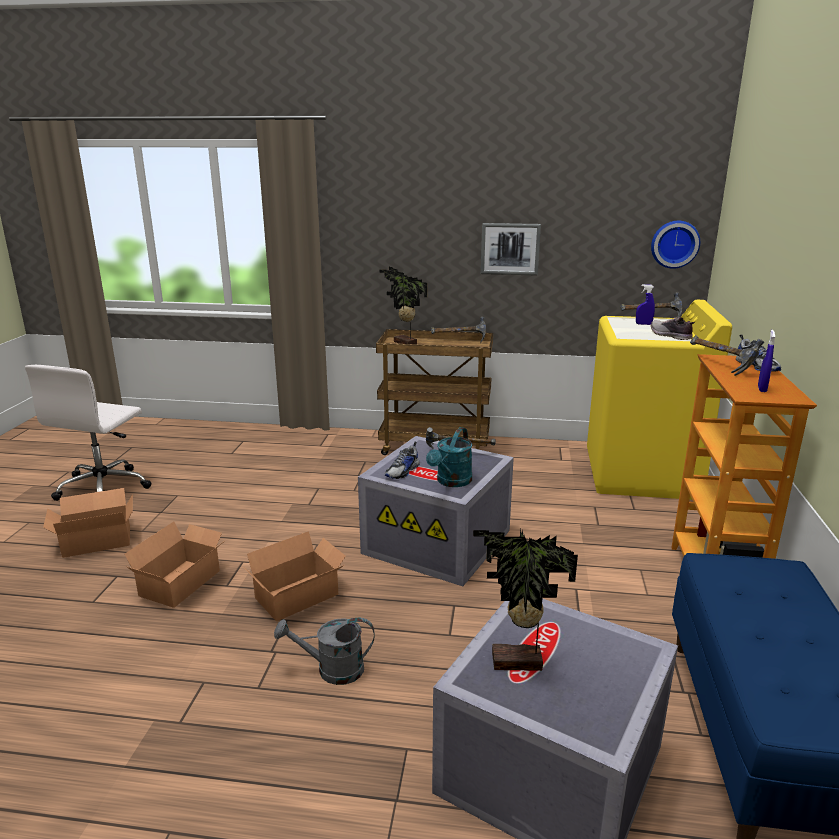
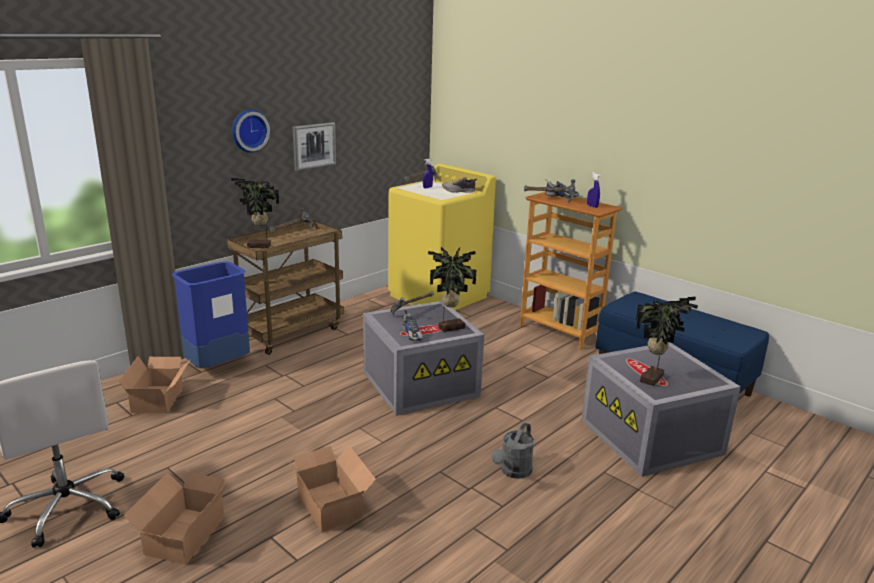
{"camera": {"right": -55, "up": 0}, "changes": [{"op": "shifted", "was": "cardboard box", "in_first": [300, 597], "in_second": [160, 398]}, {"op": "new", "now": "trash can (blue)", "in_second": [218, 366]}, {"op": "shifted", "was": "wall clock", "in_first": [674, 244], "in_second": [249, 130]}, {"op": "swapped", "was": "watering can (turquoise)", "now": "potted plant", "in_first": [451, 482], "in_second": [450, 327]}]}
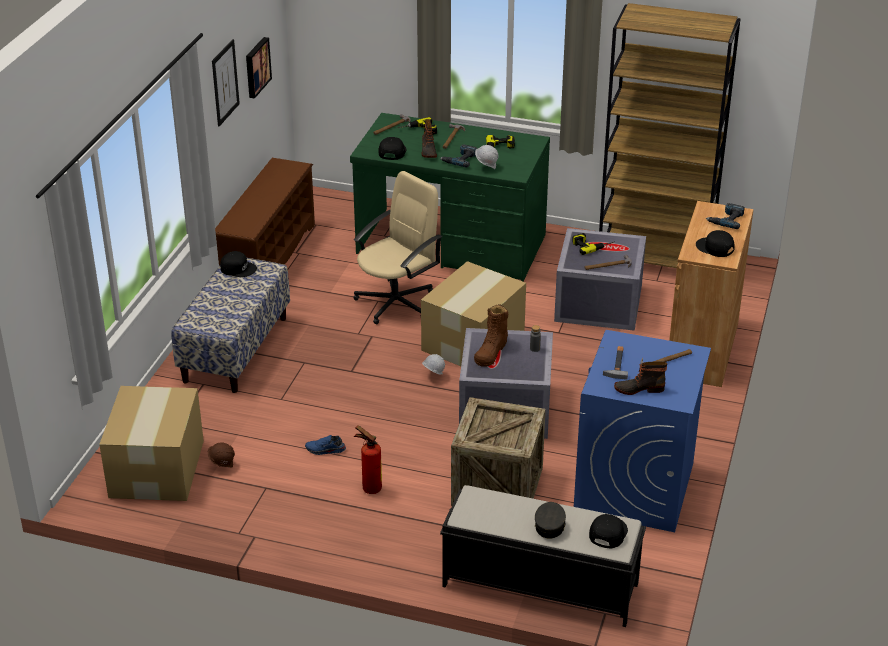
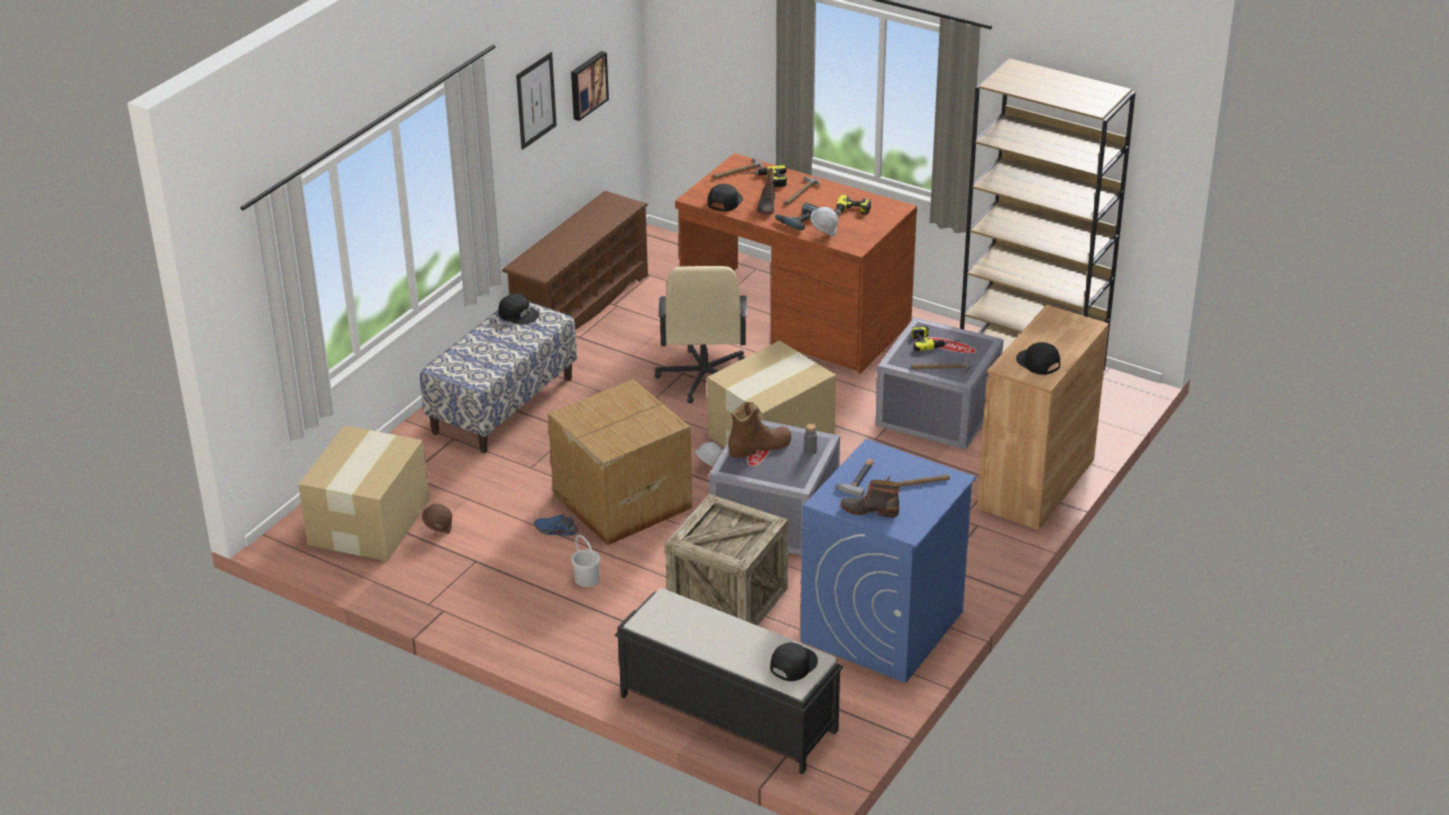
{"camera": {"right": 15, "up": 0}, "changes": [{"op": "new", "now": "cardboard box", "in_second": [620, 501]}, {"op": "swapped", "was": "fire extinguisher", "now": "bucket (white)", "in_first": [369, 488], "in_second": [586, 579]}, {"op": "rotated", "was": "office chair (beige)", "in_first": [396, 302], "in_second": [703, 378], "clockwise": 120}, {"op": "repainted", "was": "desk (green)", "now": "desk (brown)", "in_first": [451, 245], "in_second": [795, 319]}, {"op": "rotated", "was": "boot (brown)", "in_first": [491, 351], "in_second": [759, 447], "clockwise": -150}, {"op": "gone", "was": "cap (grey)", "in_first": [550, 525]}, {"op": "gone", "was": "power drill", "in_first": [726, 219]}]}
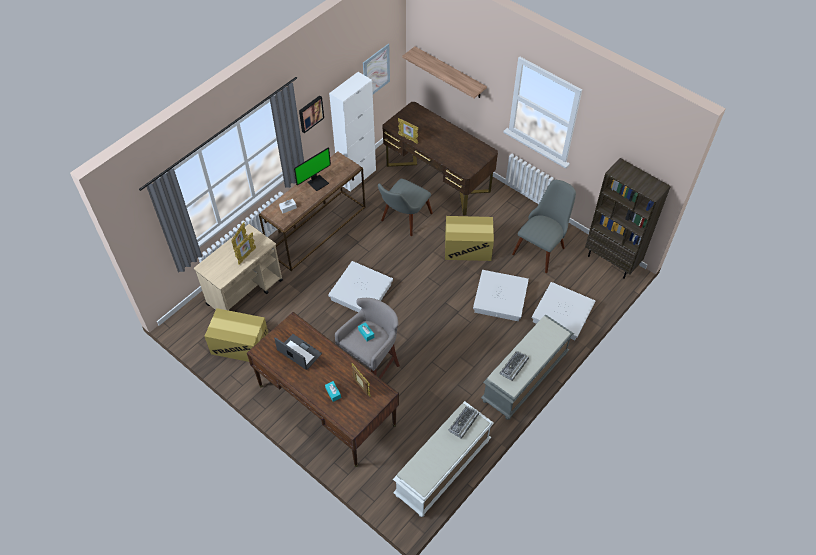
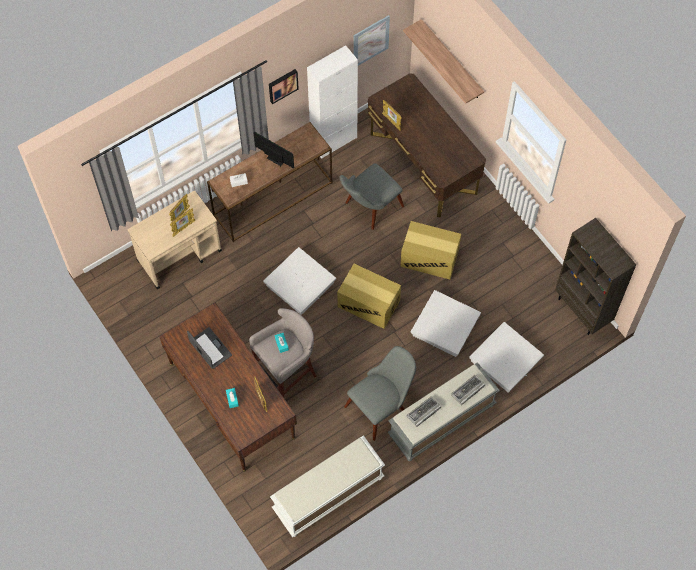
{"camera": {"right": 15, "up": 10}, "changes": [{"op": "rotated", "was": "monitor", "in_first": [317, 182], "in_second": [277, 157], "clockwise": -120}, {"op": "shifted", "was": "cardboard box", "in_first": [240, 344], "in_second": [368, 303]}, {"op": "shifted", "was": "chair (grey)", "in_first": [542, 247], "in_second": [382, 405]}, {"op": "shifted", "was": "keyboard", "in_first": [463, 423], "in_second": [467, 391]}]}
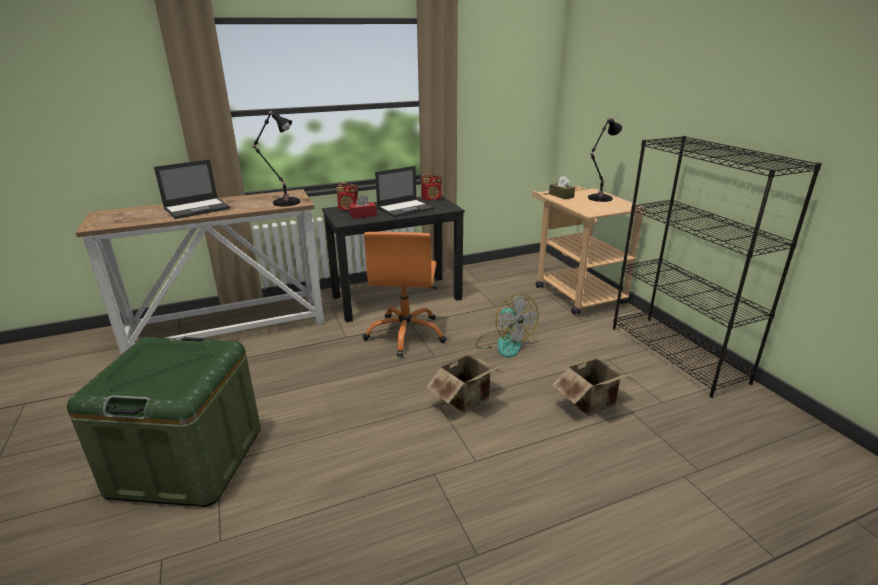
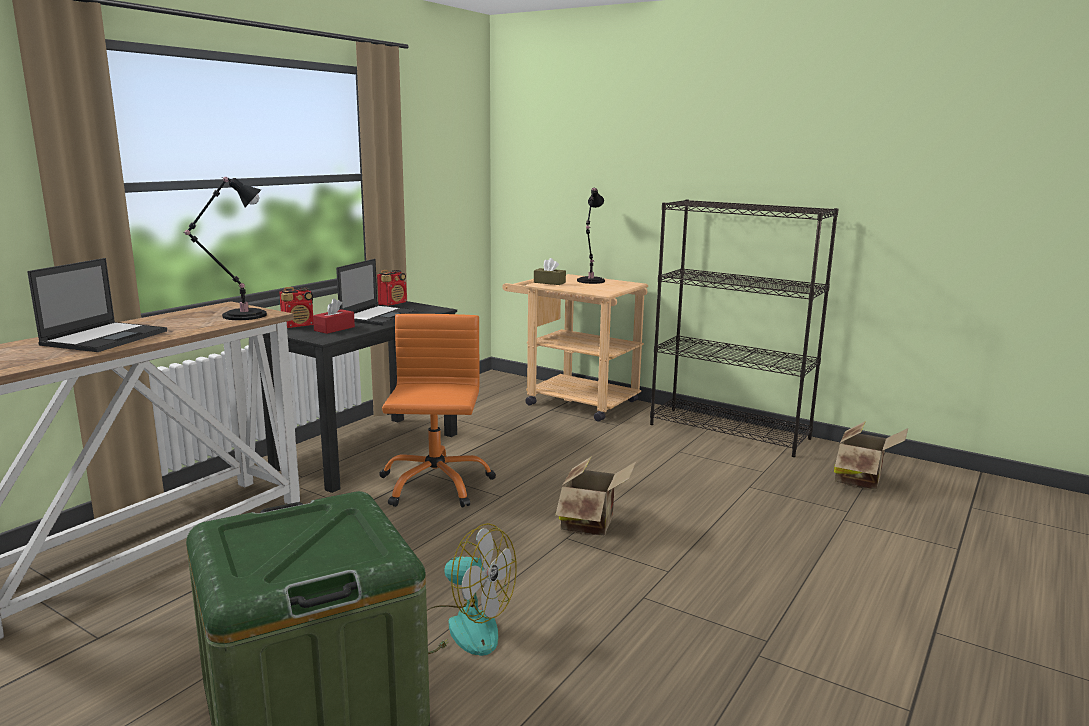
{"camera": {"right": -35, "up": -10}, "changes": [{"op": "rotated", "was": "office chair (orange)", "in_first": [406, 334], "in_second": [435, 484], "clockwise": -150}, {"op": "shifted", "was": "fan", "in_first": [504, 343], "in_second": [460, 628]}, {"op": "shifted", "was": "cardboard box", "in_first": [593, 404], "in_second": [862, 480]}]}
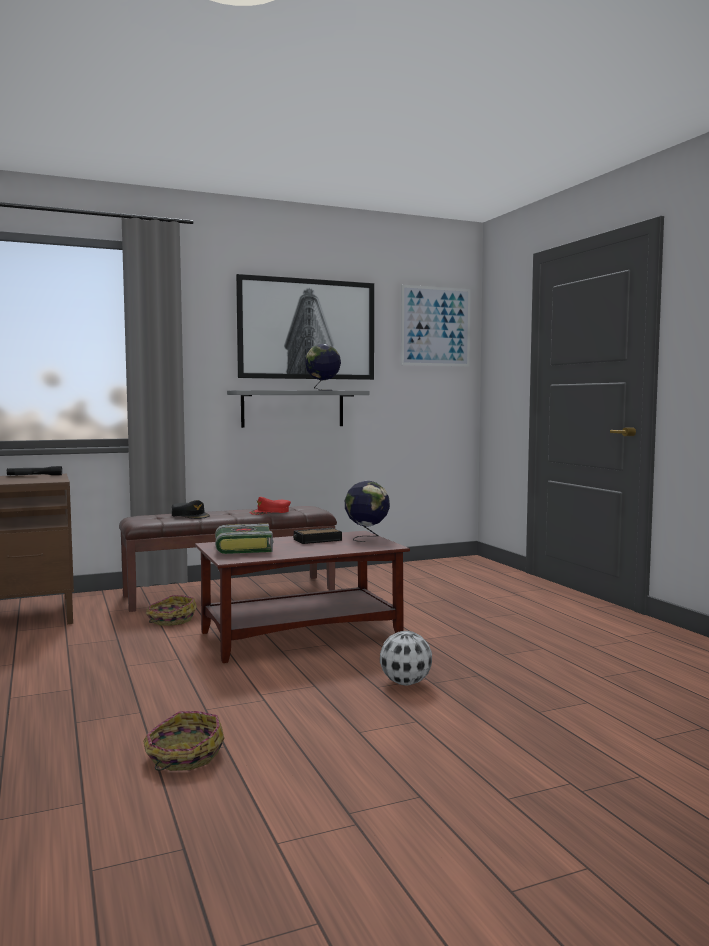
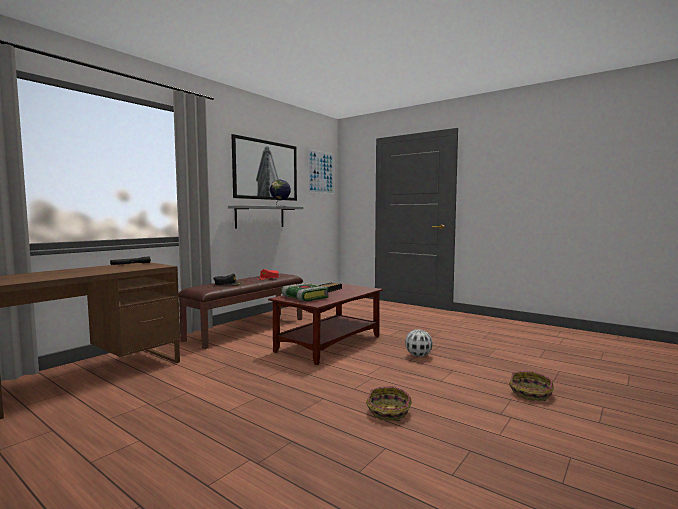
{"camera": {"right": -30, "up": 0}, "changes": [{"op": "shifted", "was": "basket", "in_first": [170, 620], "in_second": [530, 394]}, {"op": "gone", "was": "globe", "in_first": [367, 538]}]}
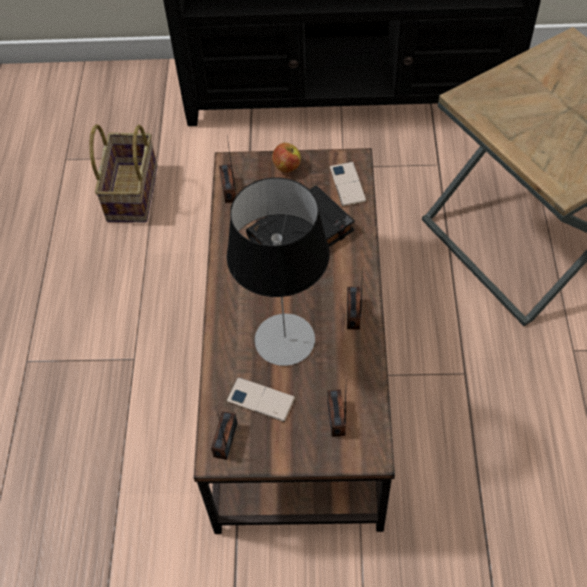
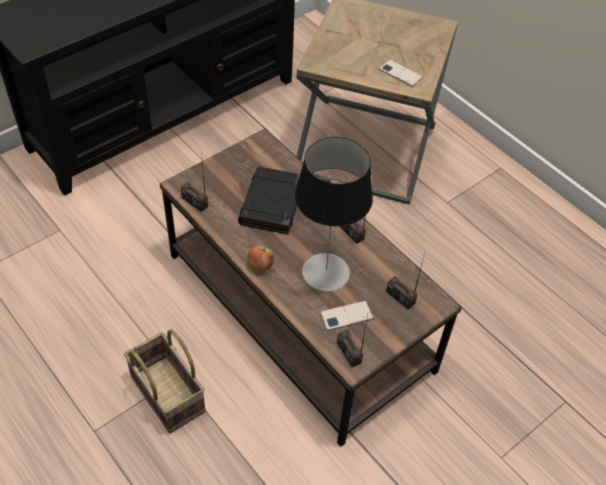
{"camera": {"right": -45, "up": -5}, "changes": [{"op": "shifted", "was": "basket", "in_first": [131, 191], "in_second": [165, 394]}, {"op": "shifted", "was": "apple", "in_first": [287, 167], "in_second": [260, 265]}, {"op": "shifted", "was": "phone", "in_first": [347, 184], "in_second": [400, 73]}]}
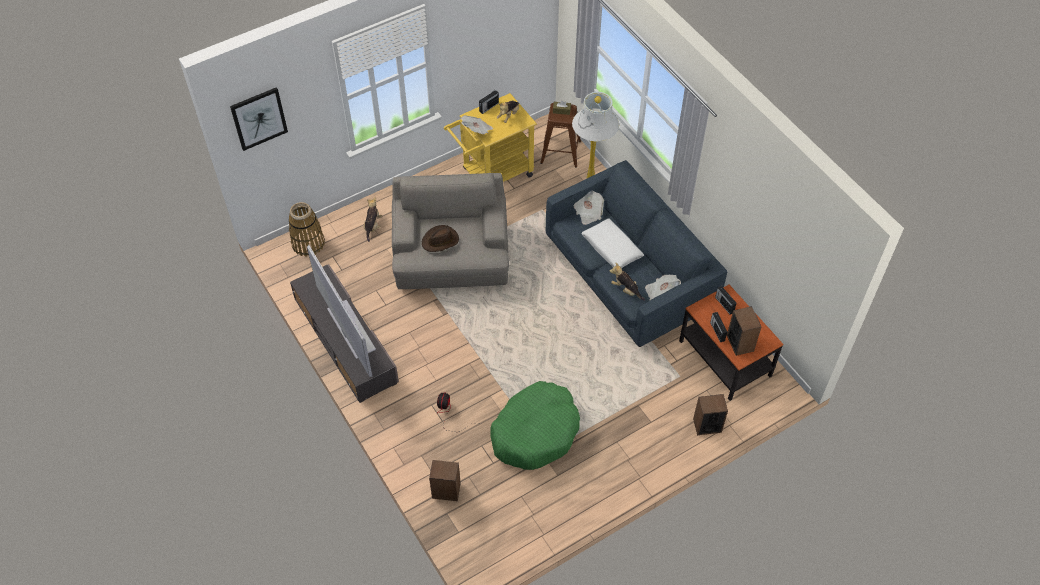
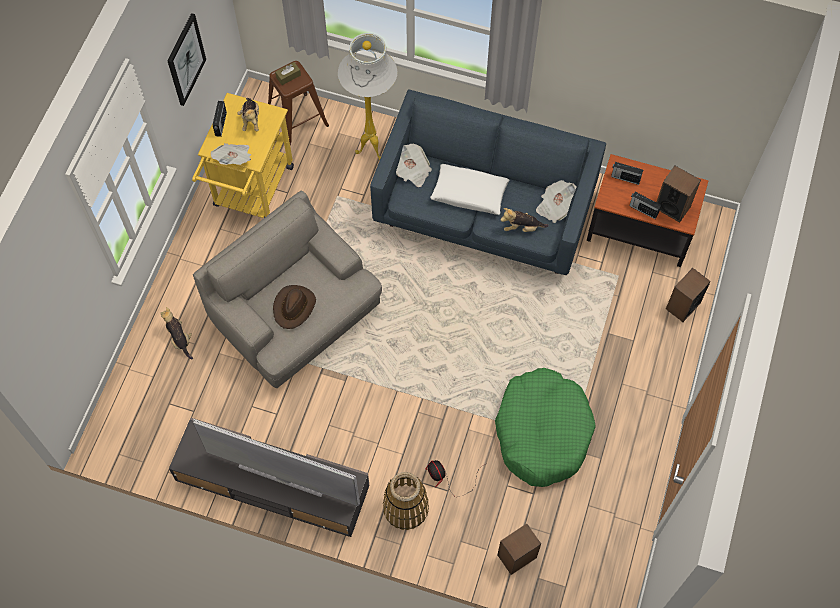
{"camera": {"right": -40, "up": 10}, "changes": [{"op": "shifted", "was": "picture", "in_first": [259, 118], "in_second": [185, 59]}, {"op": "shifted", "was": "basket", "in_first": [308, 243], "in_second": [405, 507]}]}
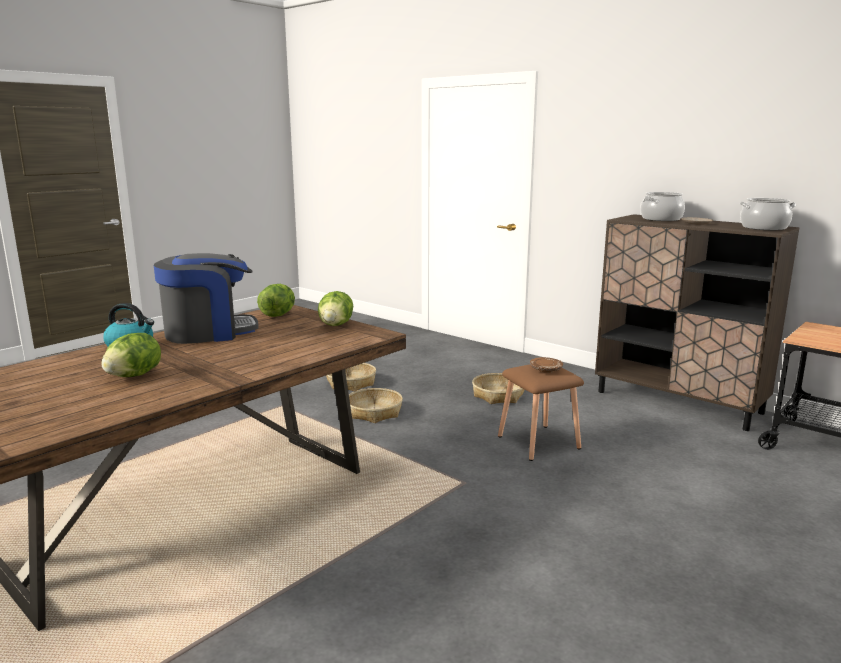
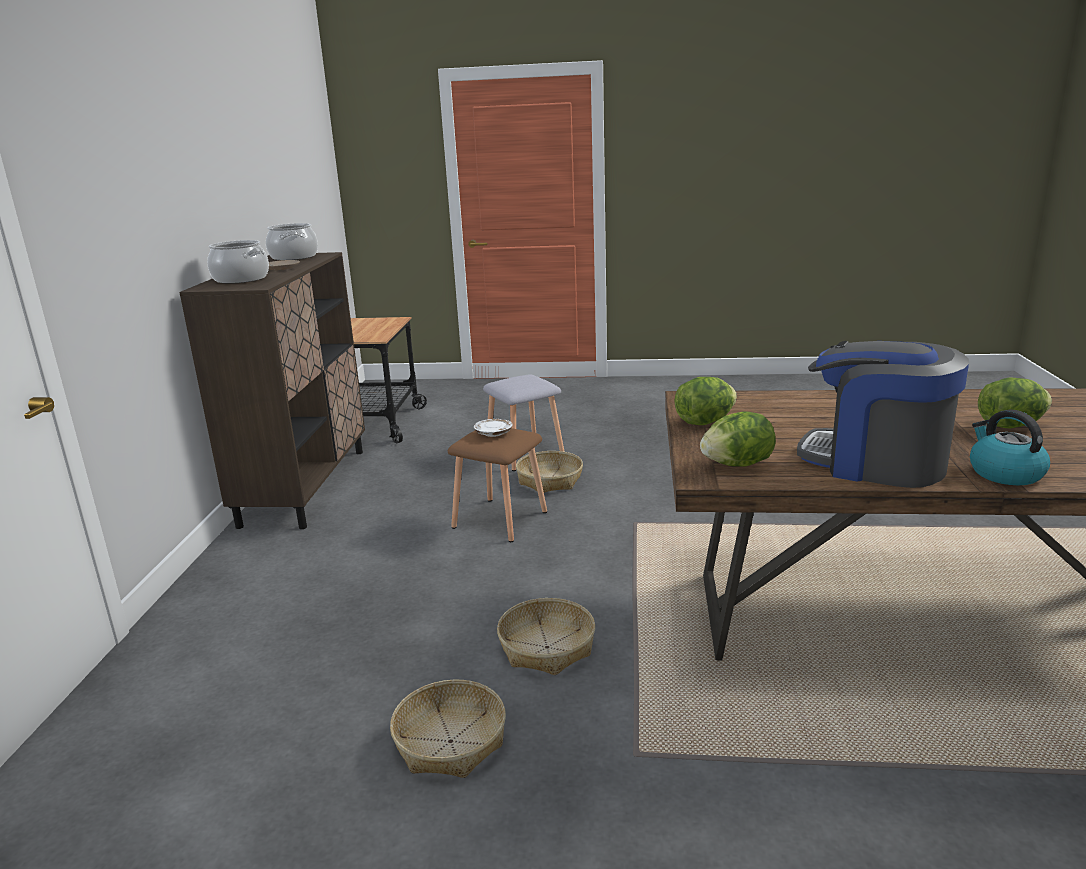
{"camera": {"right": -125, "up": 5}, "changes": [{"op": "repainted", "was": "plate (brown)", "now": "plate (white)", "in_first": [546, 370], "in_second": [493, 433]}, {"op": "new", "now": "stool (grey)", "in_second": [525, 454]}, {"op": "shifted", "was": "basket", "in_first": [498, 395], "in_second": [549, 480]}]}
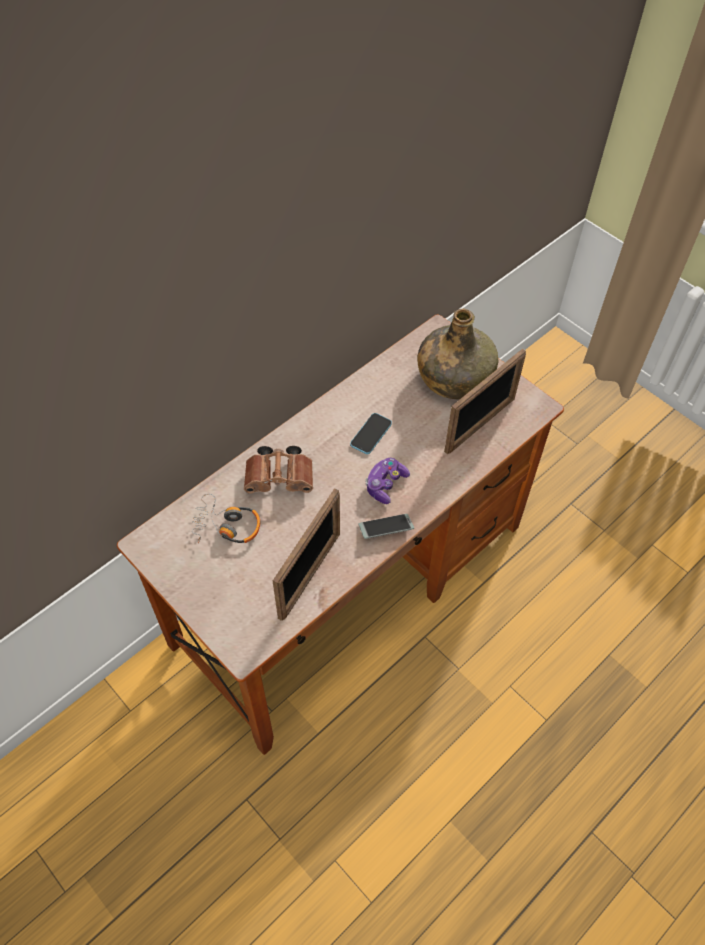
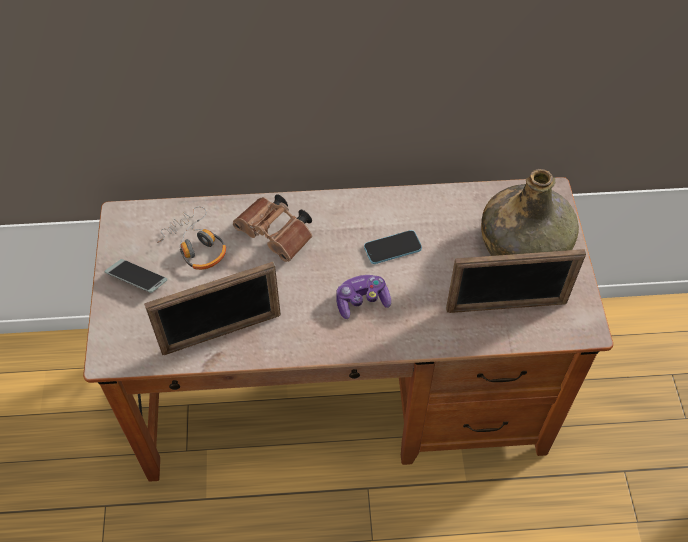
{"camera": {"right": 40, "up": 0}, "changes": [{"op": "shifted", "was": "phone", "in_first": [385, 529], "in_second": [137, 279]}]}
